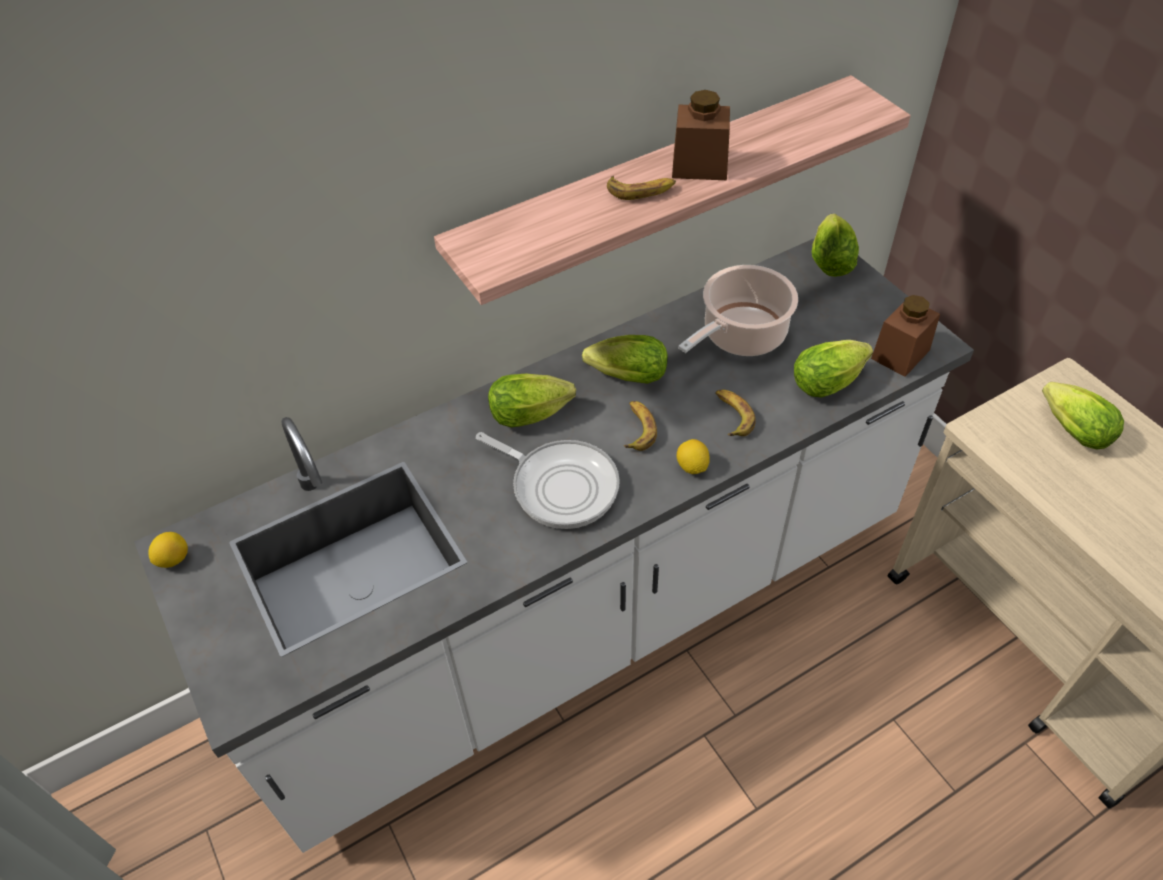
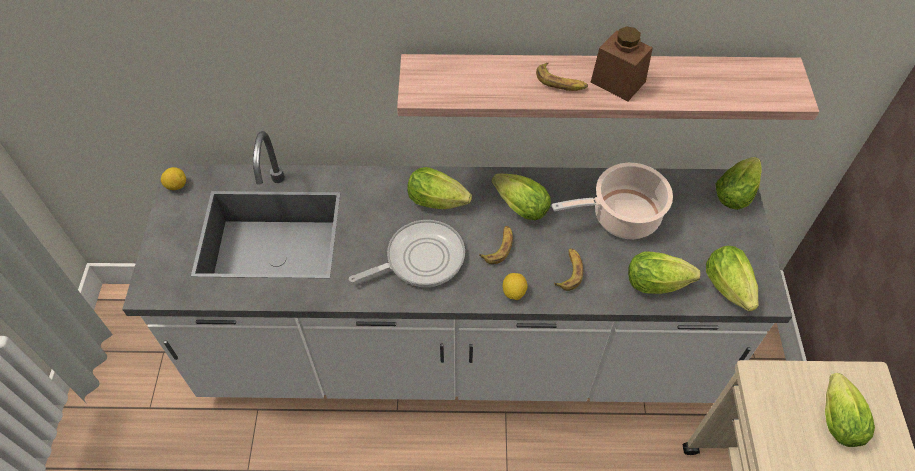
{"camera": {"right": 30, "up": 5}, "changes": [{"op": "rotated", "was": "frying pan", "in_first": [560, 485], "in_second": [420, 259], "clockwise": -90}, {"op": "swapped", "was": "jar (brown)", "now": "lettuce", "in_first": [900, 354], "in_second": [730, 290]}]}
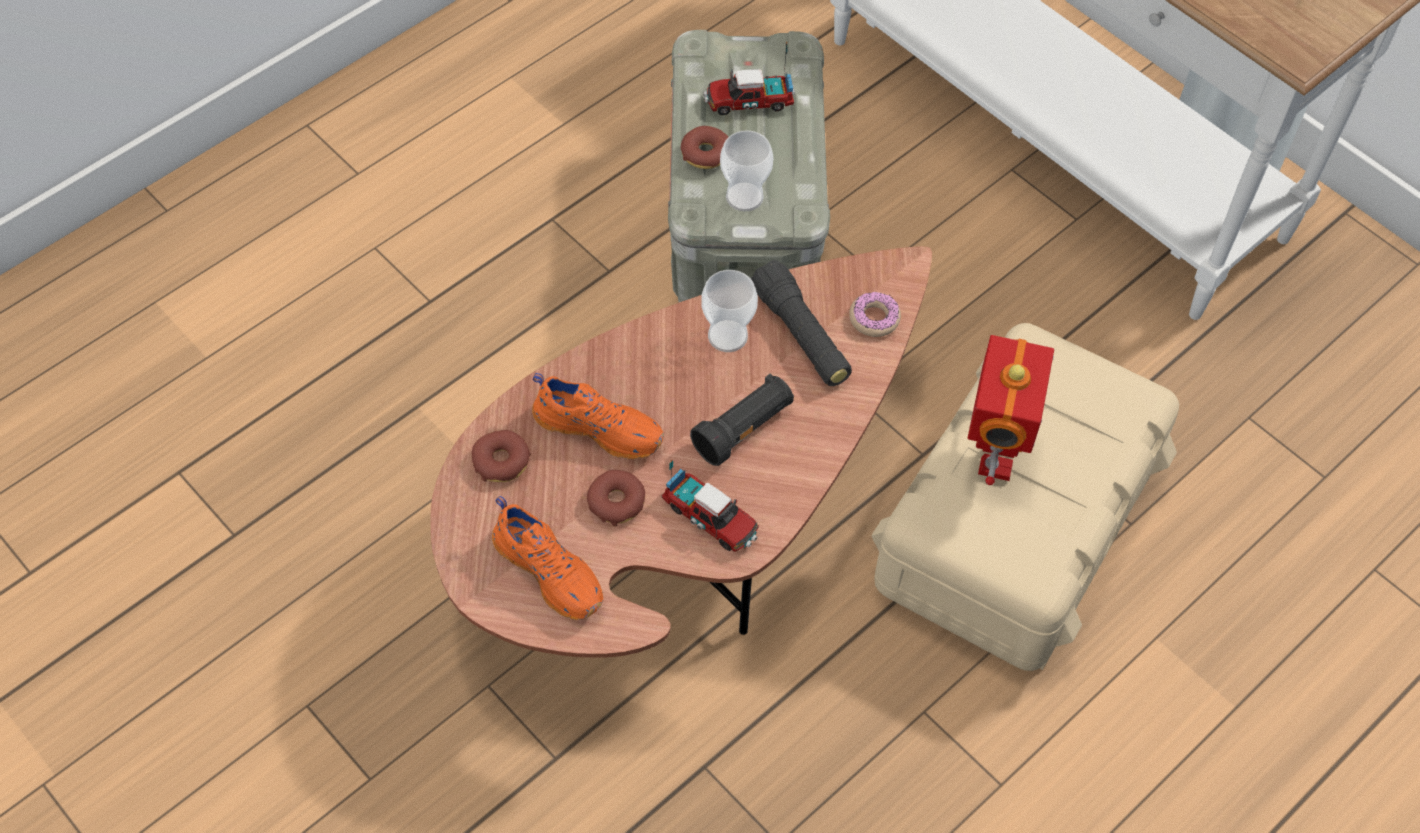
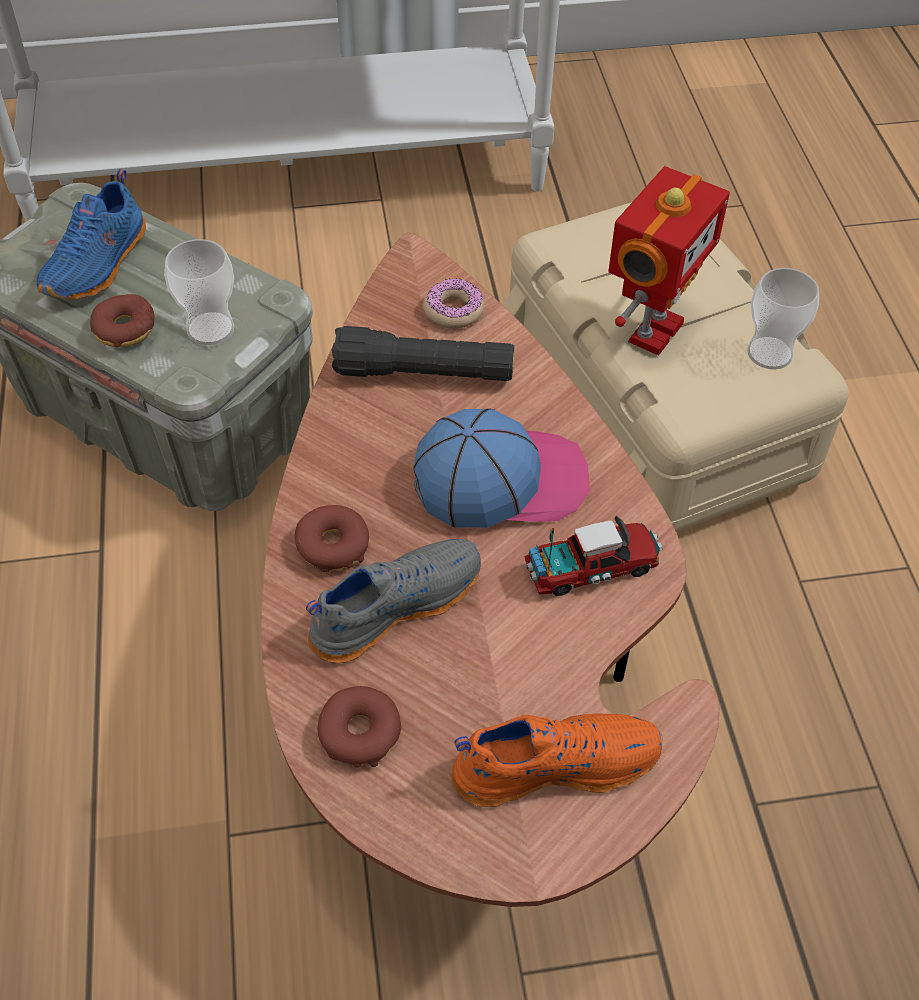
{"camera": {"right": -55, "up": -5}, "changes": [{"op": "swapped", "was": "toy truck", "now": "shoe (blue)", "in_first": [748, 102], "in_second": [99, 264]}, {"op": "shifted", "was": "donut", "in_first": [616, 502], "in_second": [333, 545]}, {"op": "repainted", "was": "shoe (orange)", "now": "shoe (grey)", "in_first": [600, 427], "in_second": [393, 606]}, {"op": "swapped", "was": "flashlight (black)", "now": "cap", "in_first": [744, 429], "in_second": [501, 479]}, {"op": "rotated", "was": "toy robot", "in_first": [993, 456], "in_second": [651, 330], "clockwise": 75}, {"op": "shifted", "was": "cup", "in_first": [727, 336], "in_second": [770, 353]}]}
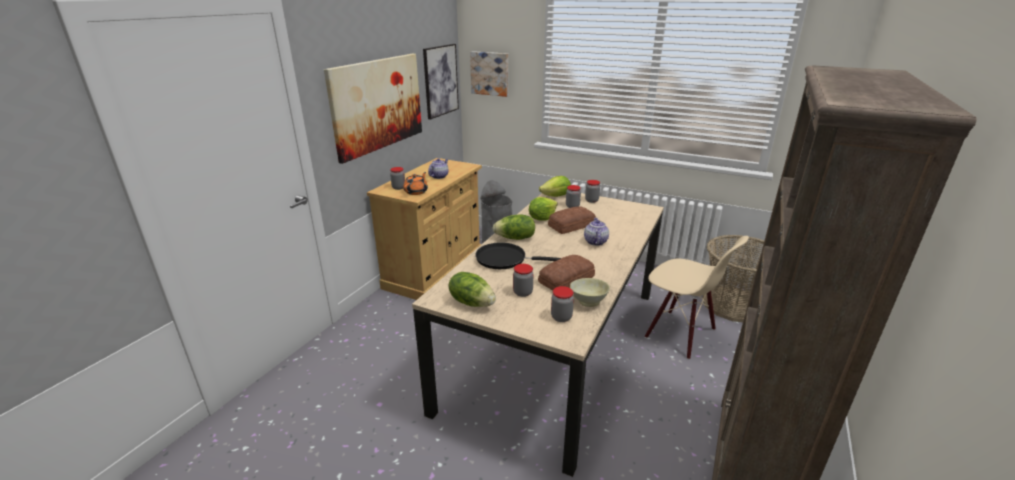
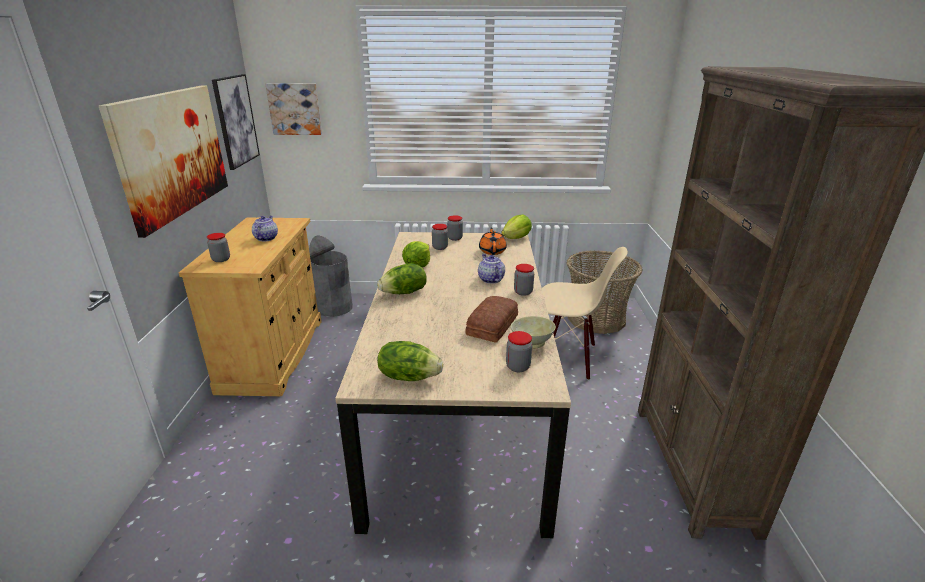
{"camera": {"right": -25, "up": 0}, "changes": [{"op": "shifted", "was": "teapot (orange)", "in_first": [416, 192], "in_second": [492, 251]}, {"op": "shifted", "was": "lettuce", "in_first": [556, 196], "in_second": [516, 238]}, {"op": "shifted", "was": "jar", "in_first": [522, 292], "in_second": [523, 292]}, {"op": "gone", "was": "frying pan (black)", "in_first": [504, 259]}, {"op": "gone", "was": "bread", "in_first": [570, 225]}]}
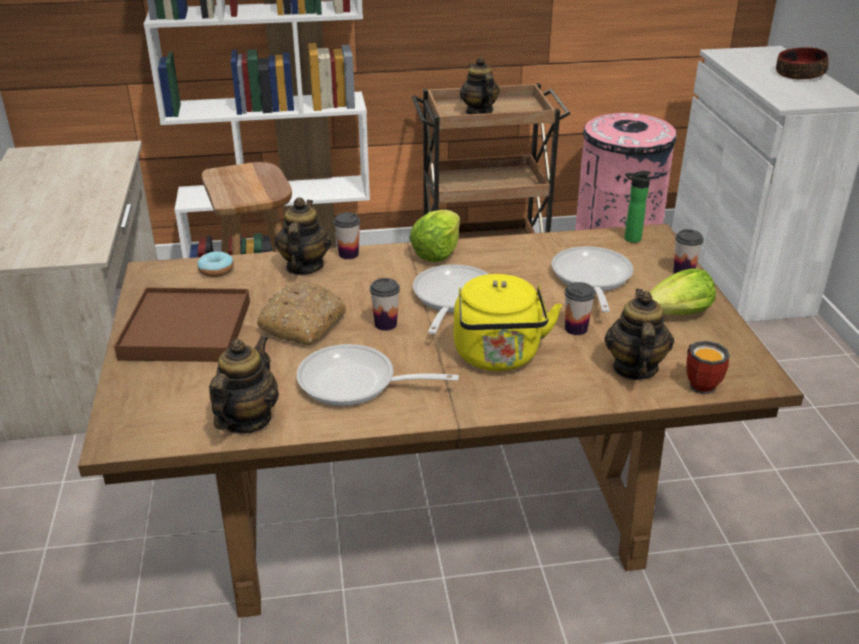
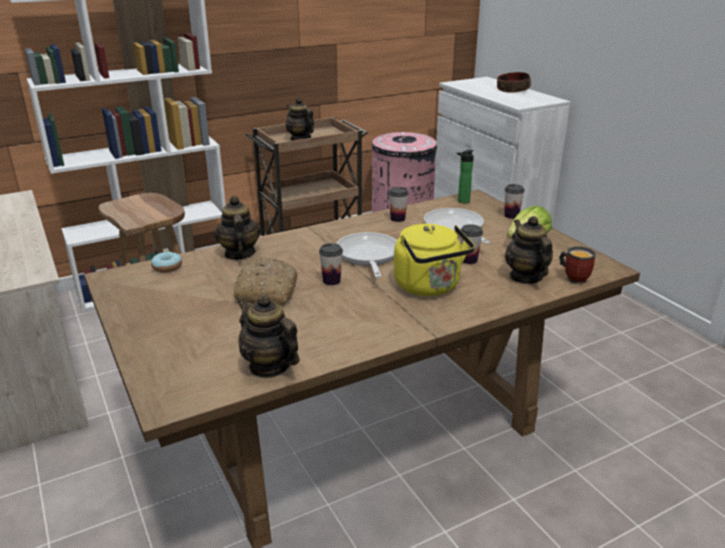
{"camera": {"right": -20, "up": -5}, "changes": [{"op": "rotated", "was": "teapot", "in_first": [246, 420], "in_second": [269, 366], "clockwise": -45}, {"op": "shifted", "was": "cup", "in_first": [348, 254], "in_second": [397, 219]}, {"op": "gone", "was": "tray (brown)", "in_first": [186, 330]}, {"op": "gone", "was": "frying pan", "in_first": [356, 383]}, {"op": "gone", "was": "lettuce", "in_first": [437, 253]}]}
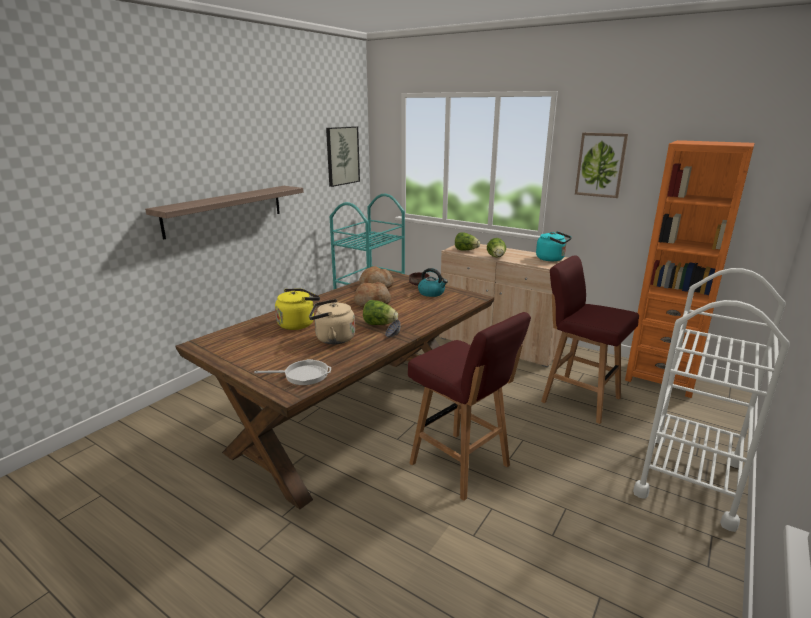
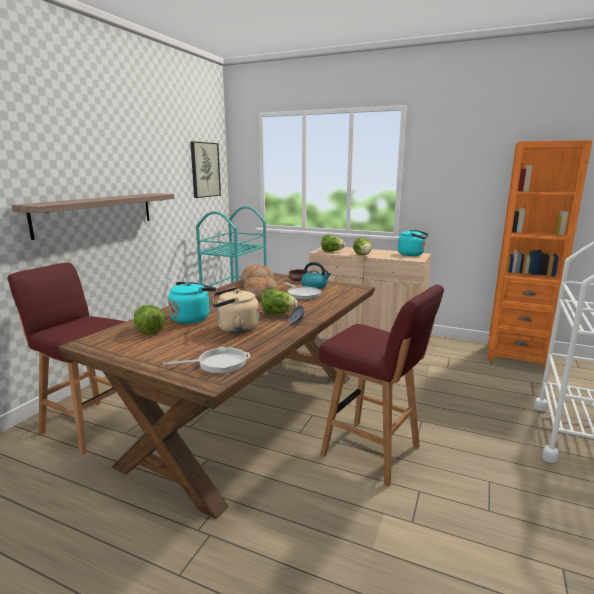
{"camera": {"right": -10, "up": -5}, "changes": [{"op": "shifted", "was": "stool (red)", "in_first": [579, 399], "in_second": [89, 425]}, {"op": "new", "now": "lettuce", "in_second": [148, 331]}, {"op": "repainted", "was": "kettle (yellow)", "now": "kettle (turquoise)", "in_first": [298, 324], "in_second": [192, 318]}, {"op": "new", "now": "frying pan", "in_second": [302, 295]}, {"op": "gone", "was": "picture", "in_first": [600, 165]}]}
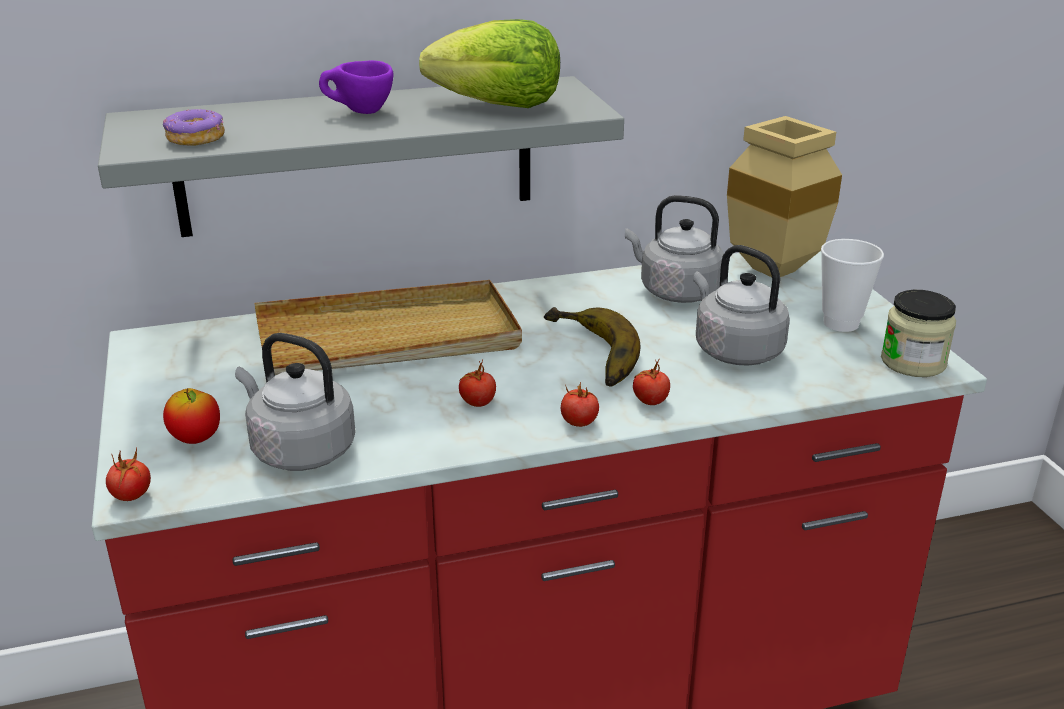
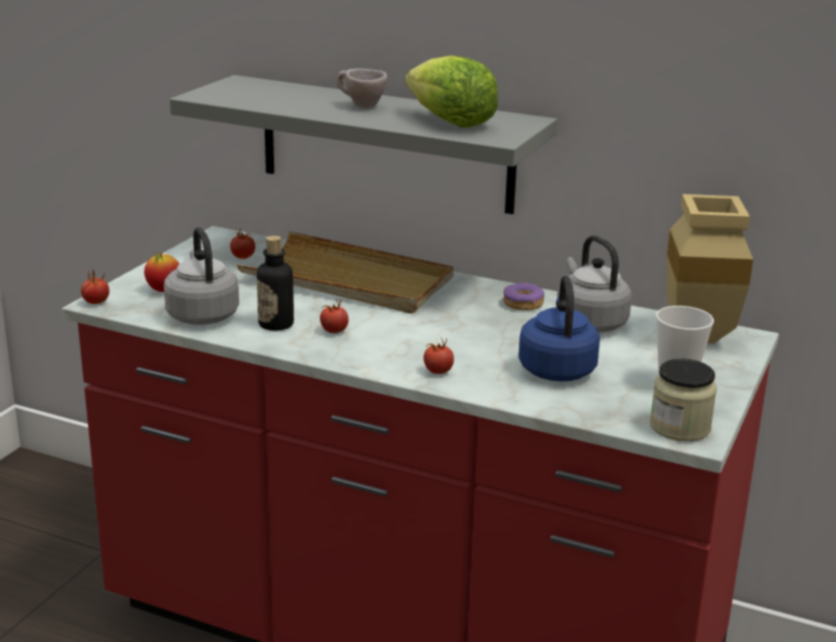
{"camera": {"right": 40, "up": -5}, "changes": [{"op": "shifted", "was": "tomato", "in_first": [579, 422], "in_second": [243, 257]}, {"op": "new", "now": "bottle", "in_second": [276, 324]}, {"op": "repainted", "was": "cup (purple)", "now": "cup (beige)", "in_first": [359, 112], "in_second": [360, 106]}, {"op": "shifted", "was": "donut", "in_first": [196, 138], "in_second": [523, 304]}, {"op": "repainted", "was": "kettle (grey)", "now": "kettle (blue)", "in_first": [734, 350], "in_second": [556, 369]}, {"op": "gone", "was": "banana", "in_first": [586, 354]}]}
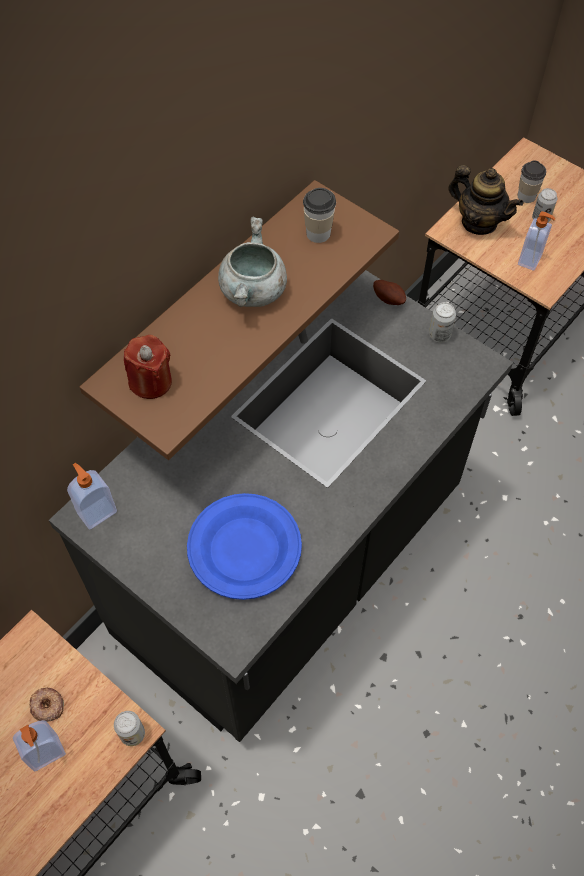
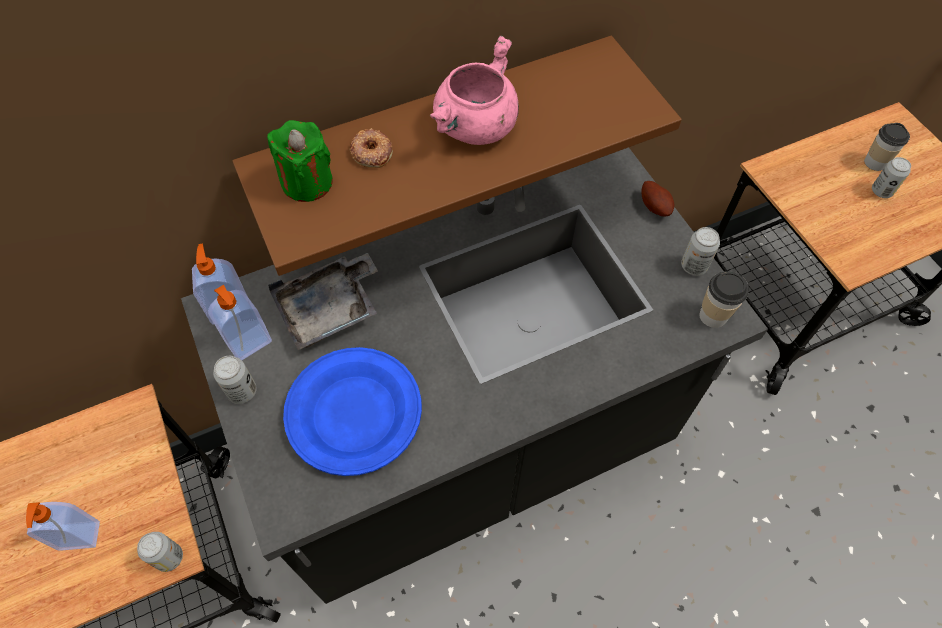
{"camera": {"right": 25, "up": 0}, "changes": [{"op": "shifted", "was": "soap dispenser", "in_first": [530, 260], "in_second": [250, 343]}, {"op": "new", "now": "can", "in_second": [242, 391]}, {"op": "repainted", "was": "candle (red)", "now": "candle (green)", "in_first": [151, 382], "in_second": [307, 182]}, {"op": "new", "now": "tray (grey)", "in_second": [330, 309]}, {"op": "shifted", "was": "donut", "in_first": [47, 706], "in_second": [371, 152]}, {"op": "repainted", "was": "cooking pot (grey)", "now": "cooking pot (pink)", "in_first": [254, 292], "in_second": [475, 128]}, {"op": "shifted", "was": "cup", "in_first": [318, 233], "in_second": [713, 315]}, {"op": "gone", "was": "teapot", "in_first": [479, 222]}]}
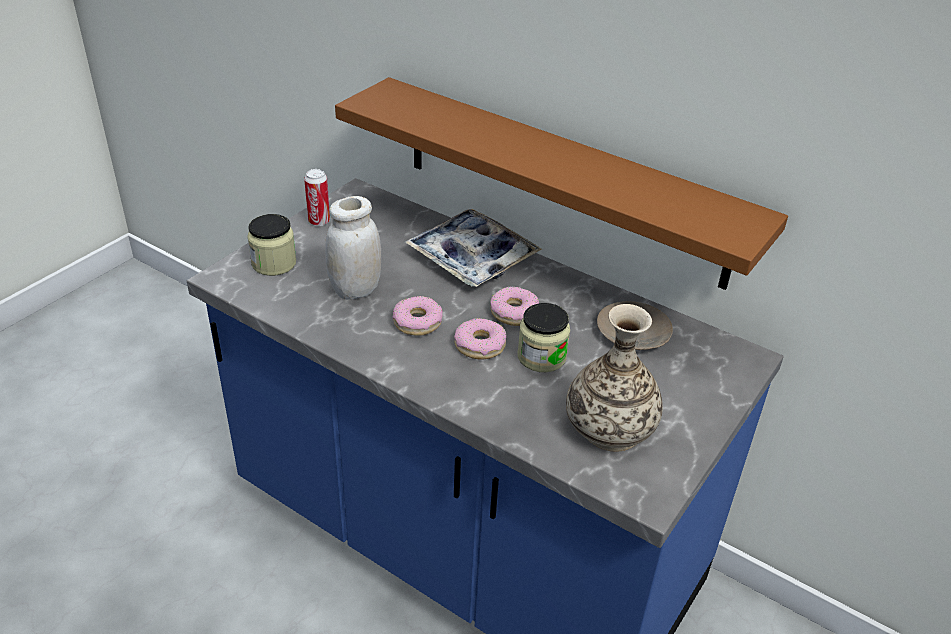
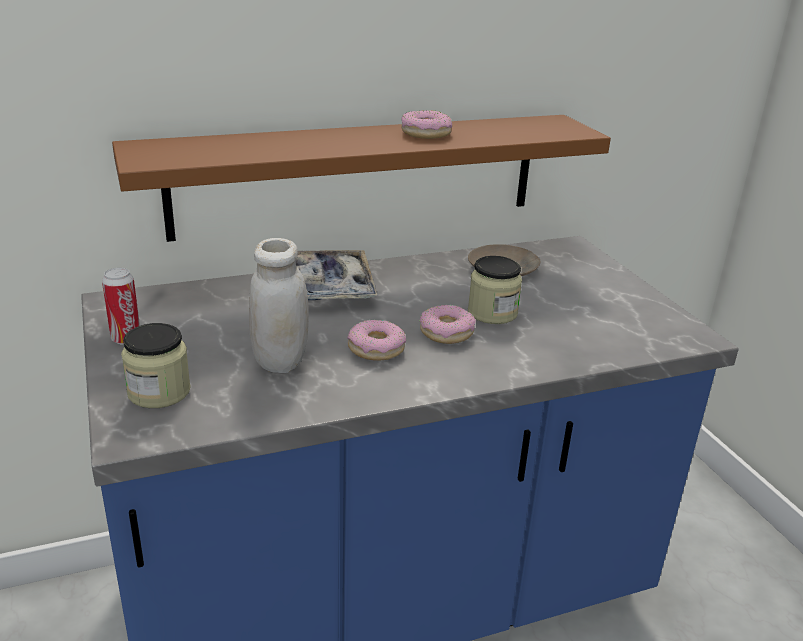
{"camera": {"right": -55, "up": -10}, "changes": [{"op": "shifted", "was": "donut", "in_first": [514, 312], "in_second": [426, 133]}, {"op": "gone", "was": "vase", "in_first": [610, 428]}]}
